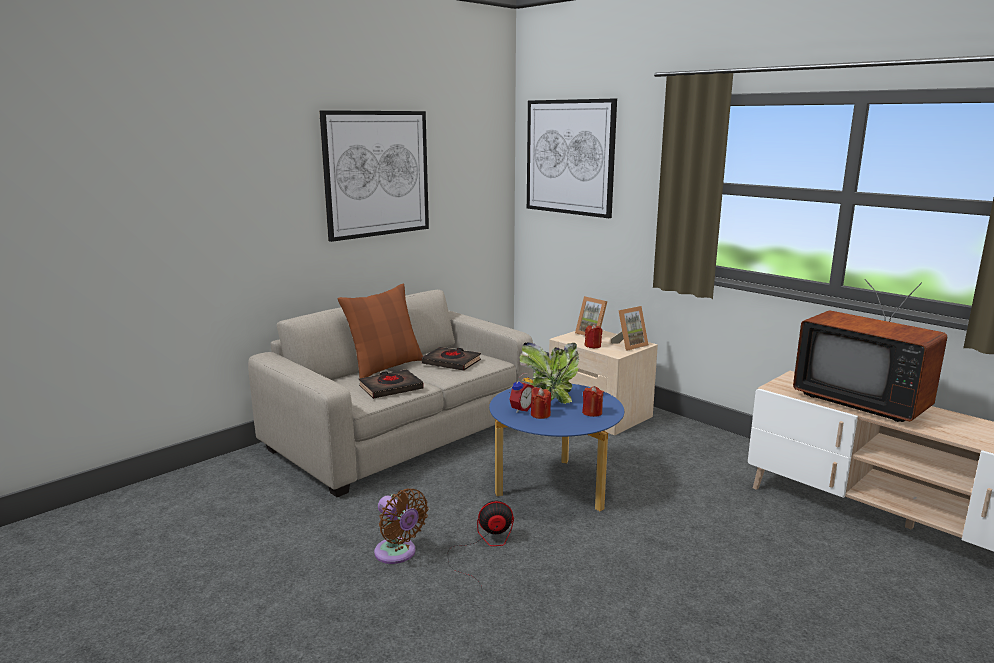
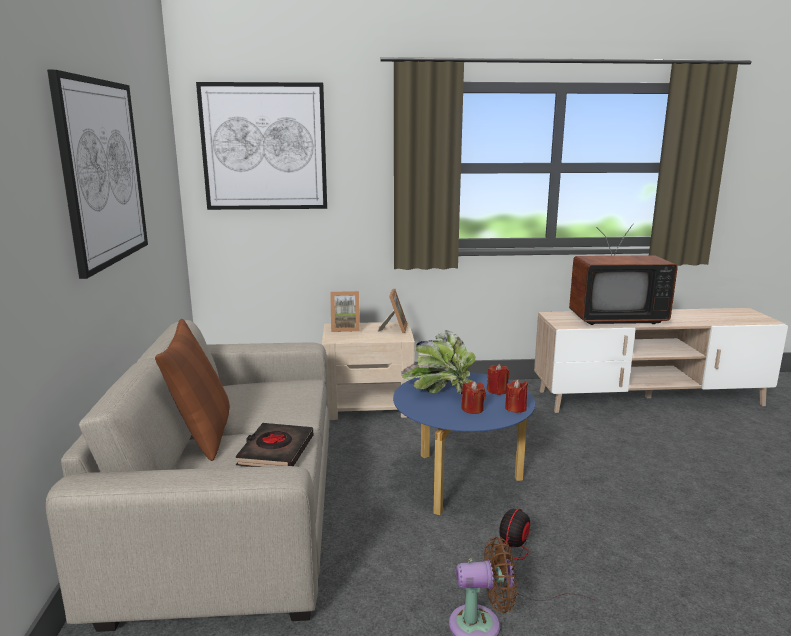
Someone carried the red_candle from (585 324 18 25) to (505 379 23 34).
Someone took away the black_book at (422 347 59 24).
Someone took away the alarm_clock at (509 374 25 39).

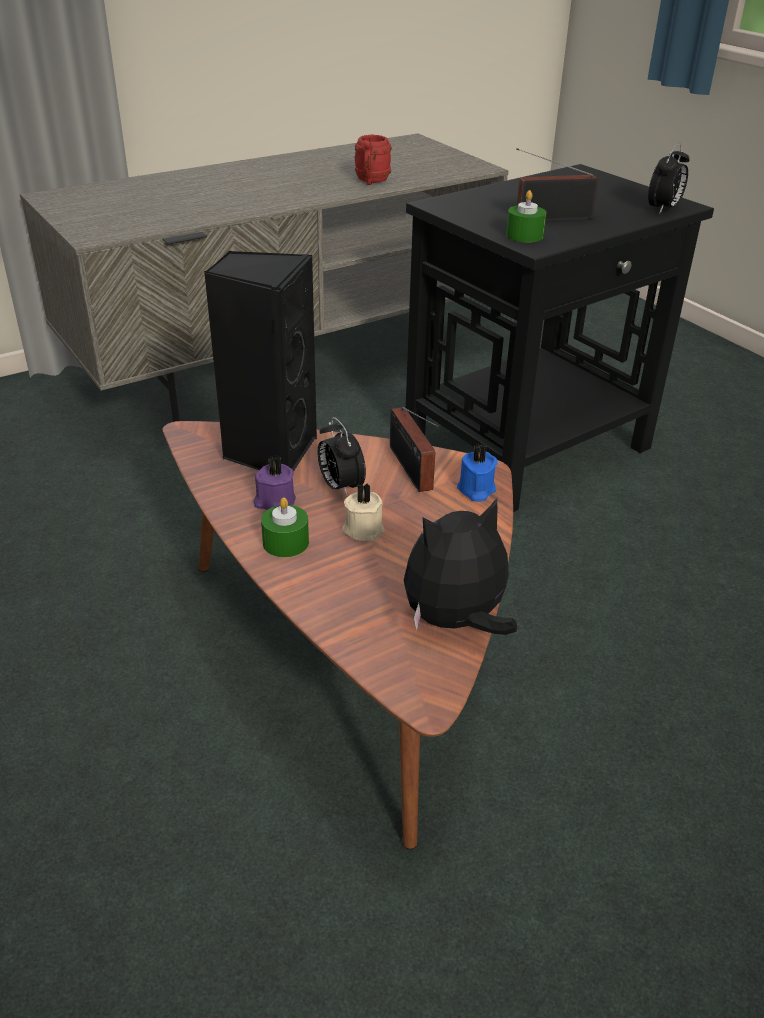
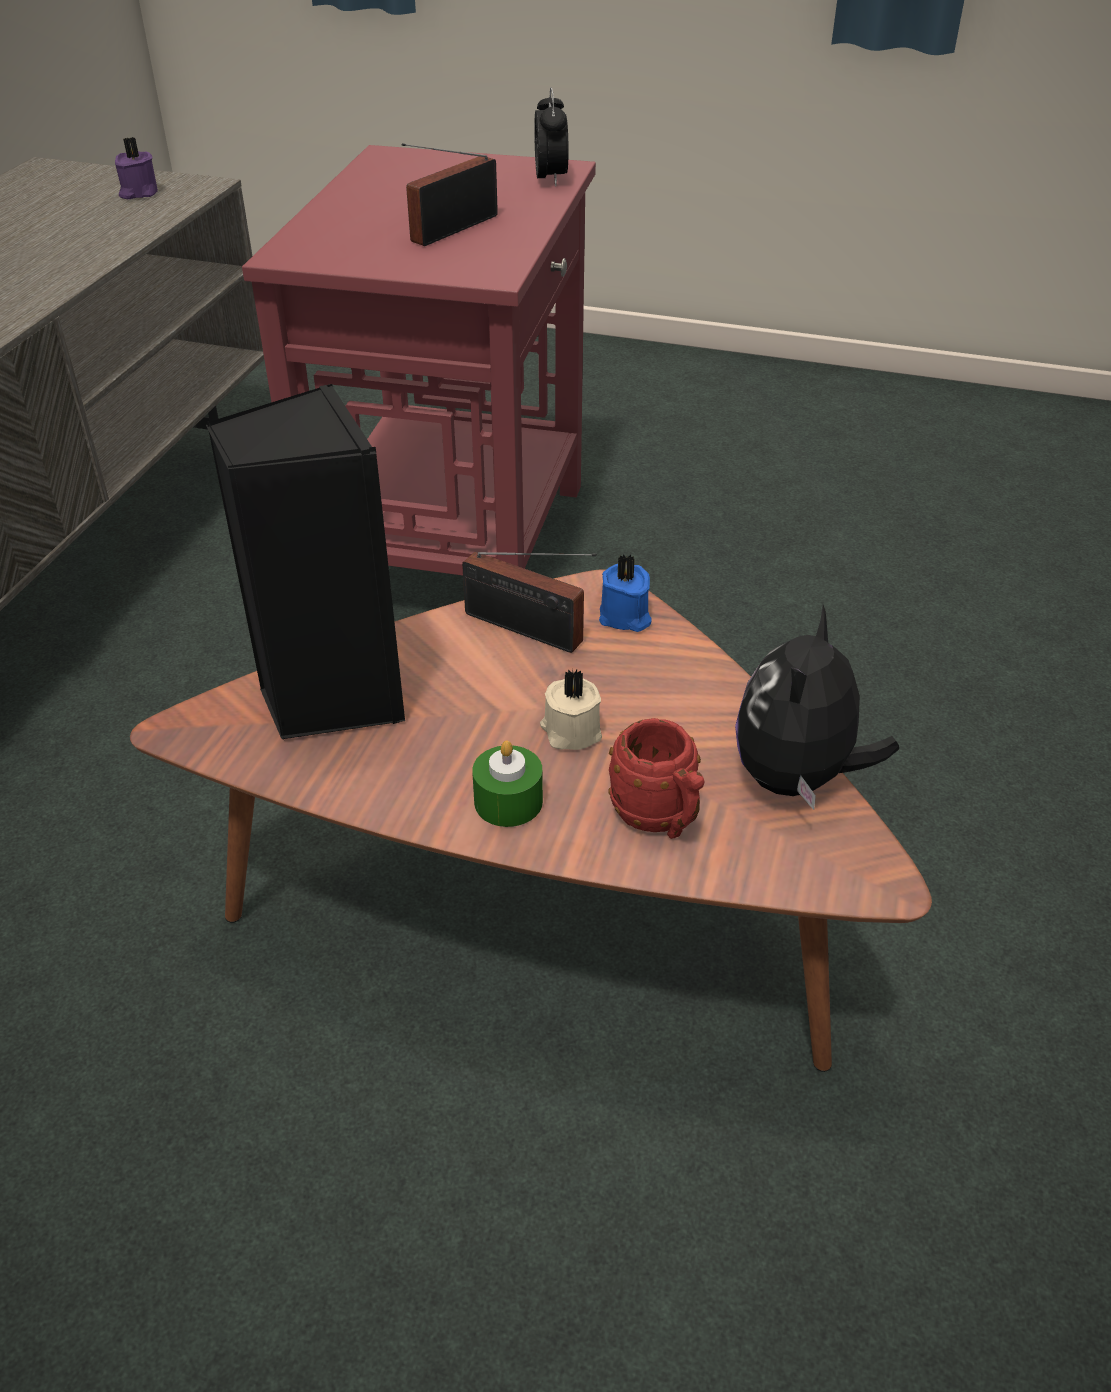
Someone carried the red_mug from (354 135 38 50) to (608 718 96 121).
Someone repainted the black_side_table at (406 164 308 348), which became the red_side_table at (242 145 354 430).
Someone took away the green_candle at (506 190 40 53).
Someone took away the alarm_clock at (317 417 49 80).
Someone carried the purple_candle from (254 456 42 54) to (115 137 43 63).

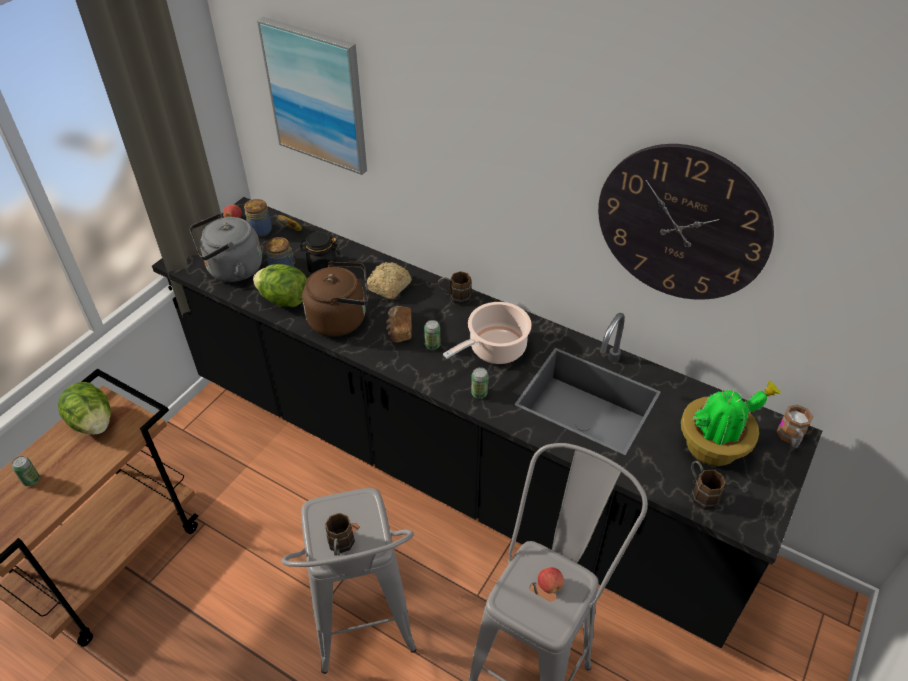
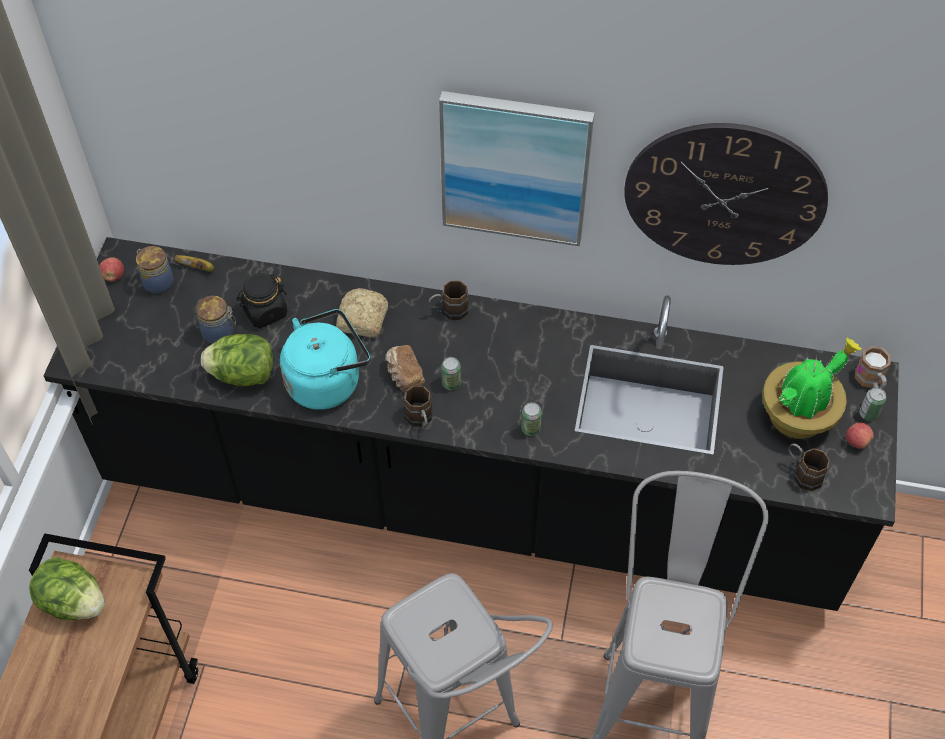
Someone carried the picture from (257 17 110 158) to (439 91 155 155).
Someone took away the grey_kettle at (190 213 72 69).
Someone repainted the brown_kettle at (302 261 67 75), which became the turquoise_kettle at (280 309 90 101).
Someone took away the cooking_pot at (443 302 89 62).
Someone carried the can from (12 456 28 30) to (859 387 27 34).
Someone carried the brown_mug from (325 513 30 43) to (404 386 29 42).
Someone carried the apple from (538 567 26 27) to (846 422 28 27).

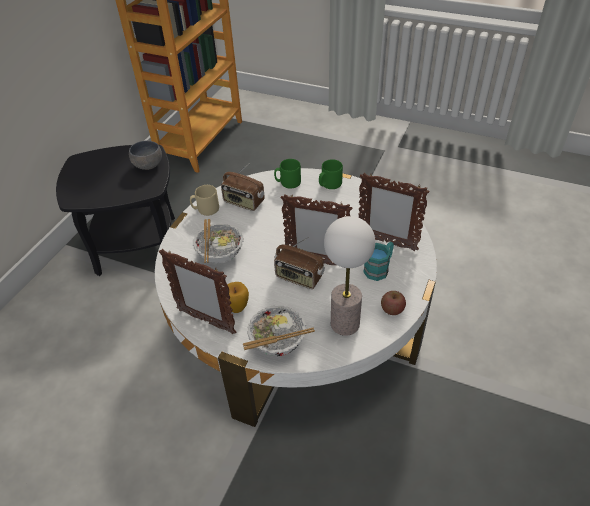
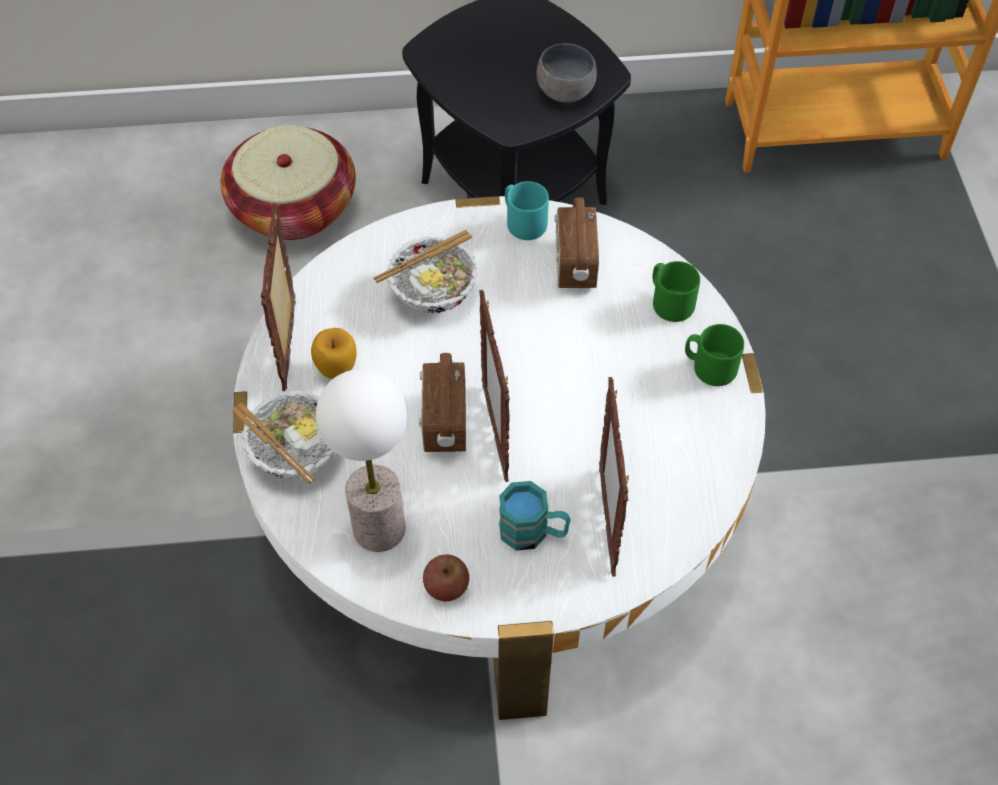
Someone repainted the beige_mug at (190 185 29 31), which became the turquoise_mug at (505 181 44 59).
Someone put down the basket at (220 125 136 115).

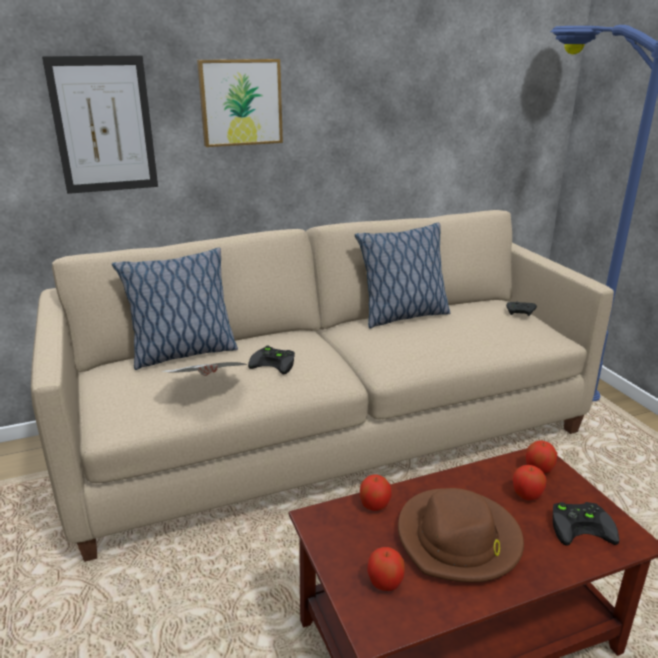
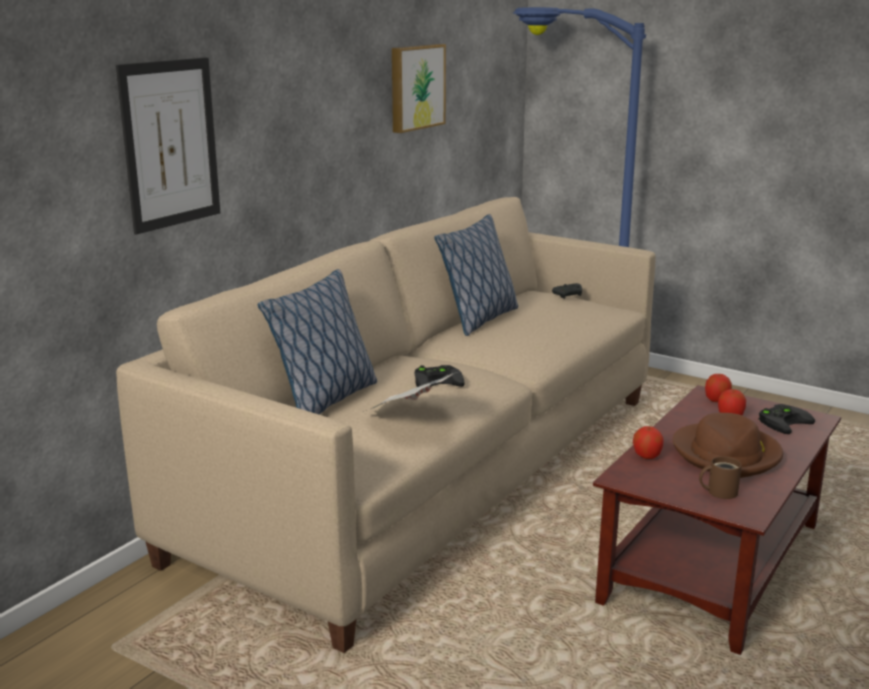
Someone carried the picture from (197 59 86 88) to (392 44 54 89).
Someone swapped the apple at (367 547 38 44) for the brown_mug at (699 456 43 43).

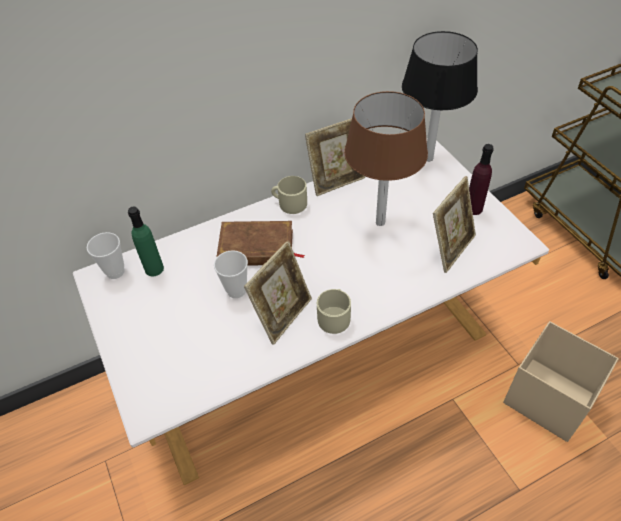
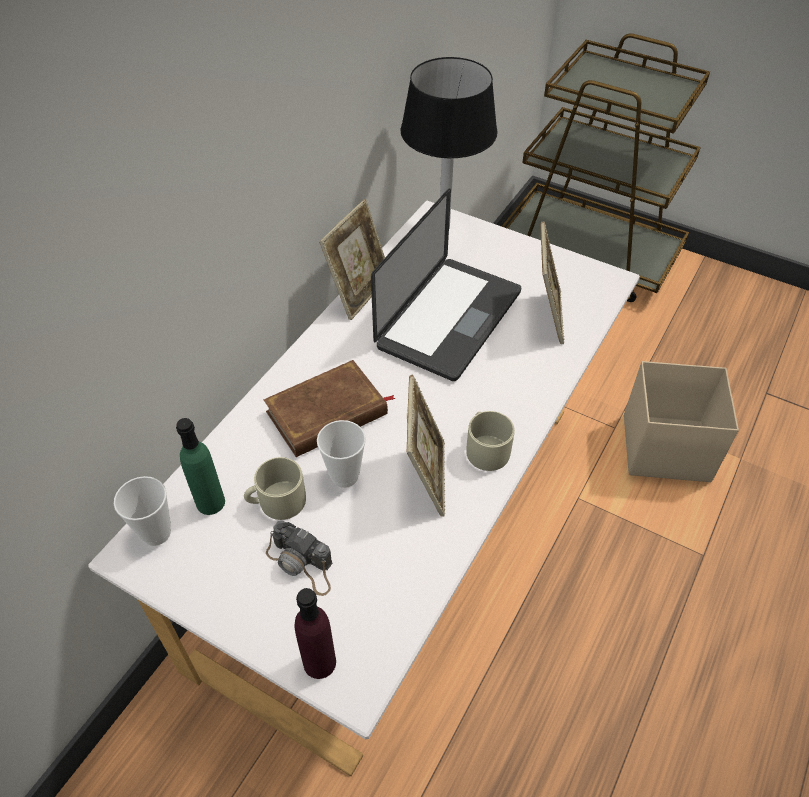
Someone swapped the brown_table_lamp at (344 91 84 135) for the laptop at (371 189 150 192).
Someone carried the purple_bottle from (469 144 25 71) to (294 588 42 91).
Someone carried the beige_mug from (271 176 36 38) to (244 457 62 63).
Someone put down the photo_camera at (266 521 67 75).

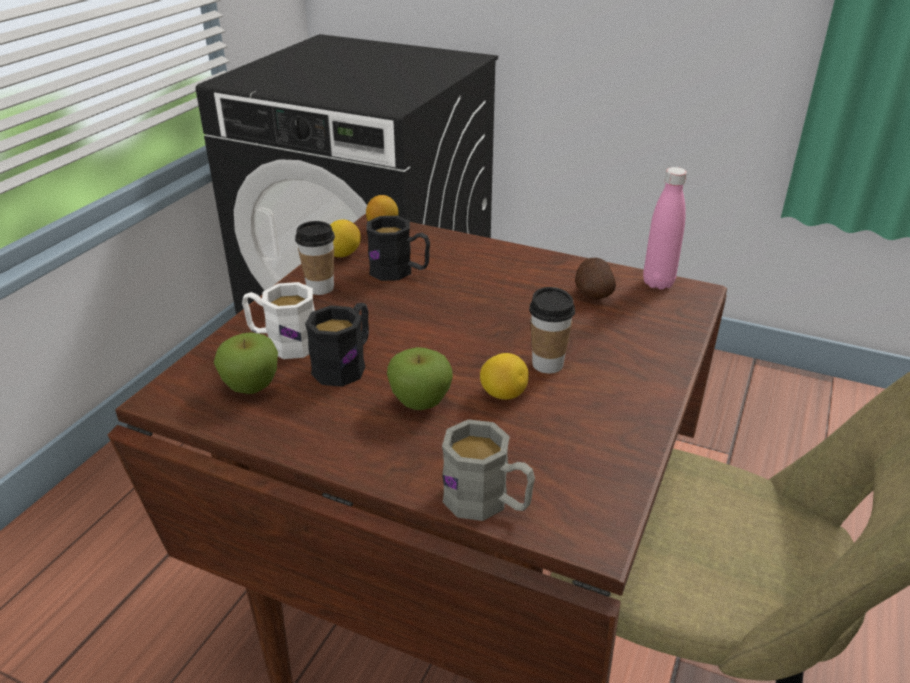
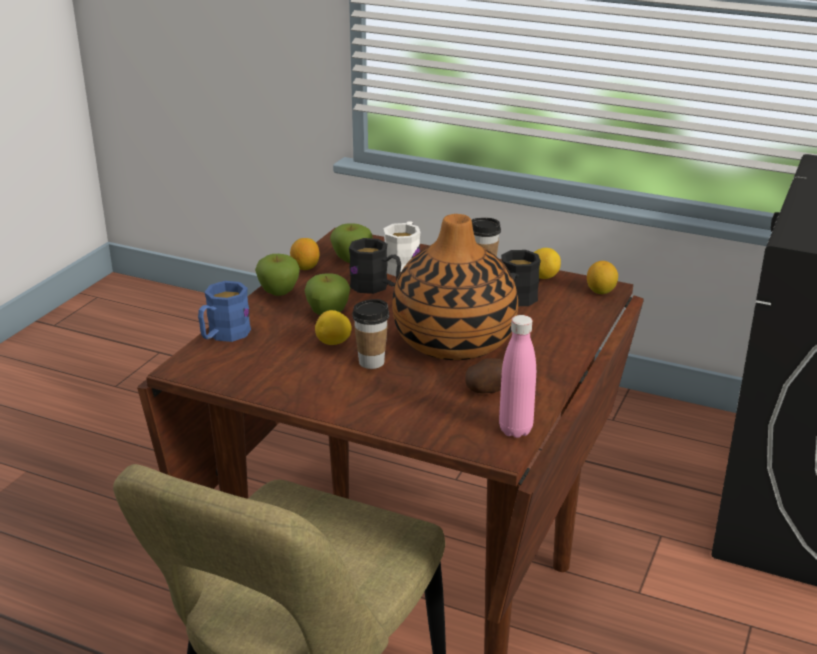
Someone repainted the grey_mug at (442 419 93 102), which became the blue_mug at (198 281 53 61).
Someone put down the vase at (392 214 126 146).
Someone put down the lemon at (290 238 30 32).
Someone put down the apple at (255 254 45 42).

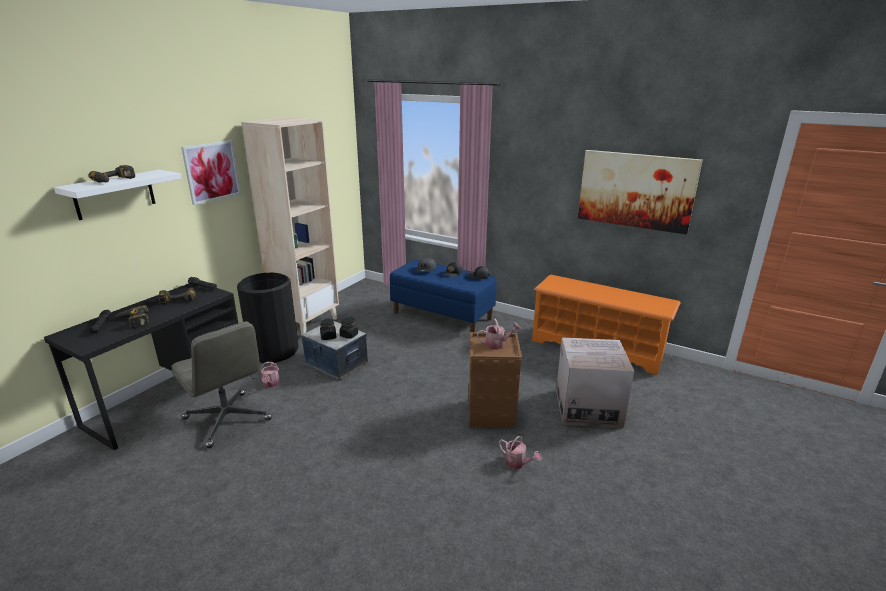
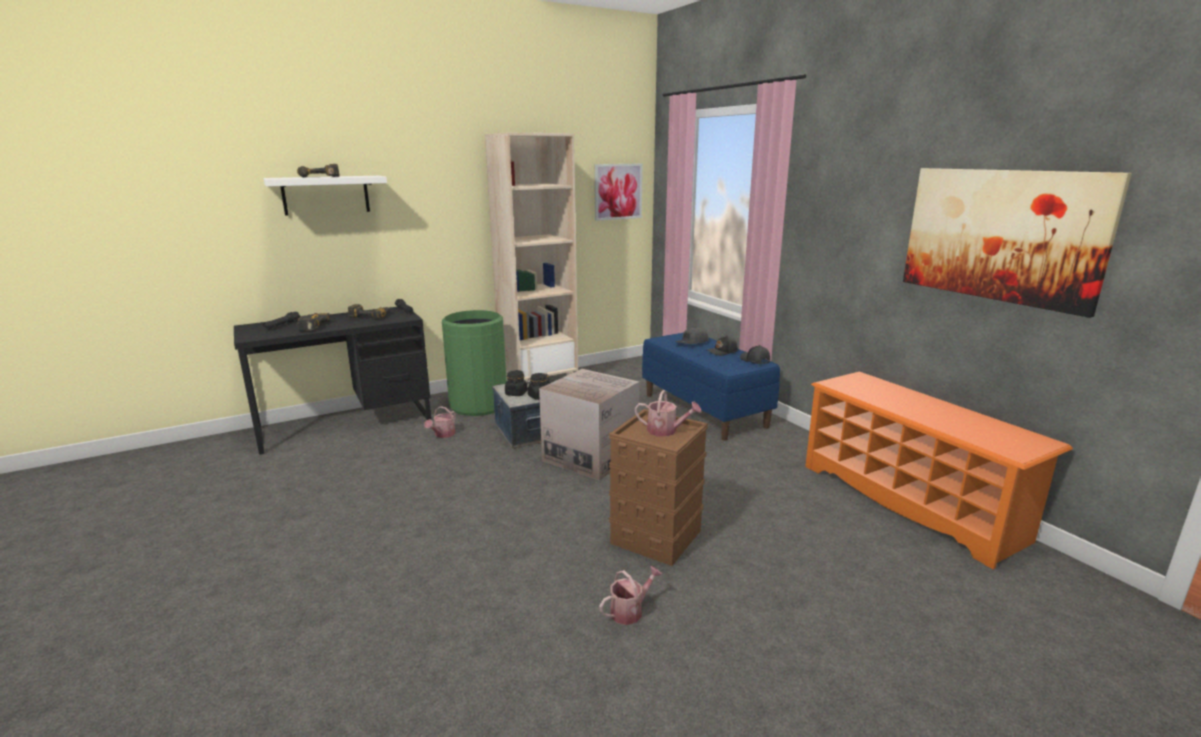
Someone carried the picture from (181 140 60 65) to (595 164 48 57).
Someone repainted the black_trash_can at (237 273 61 90), which became the green_trash_can at (442 310 65 106).
Someone took away the grey_office_chair at (172 321 100 127).
Someone carried the cardboard_box from (556 337 78 91) to (539 369 100 112).
Someone rotated the watering_can at (499 436 43 33) by 105 degrees counterclockwise.

